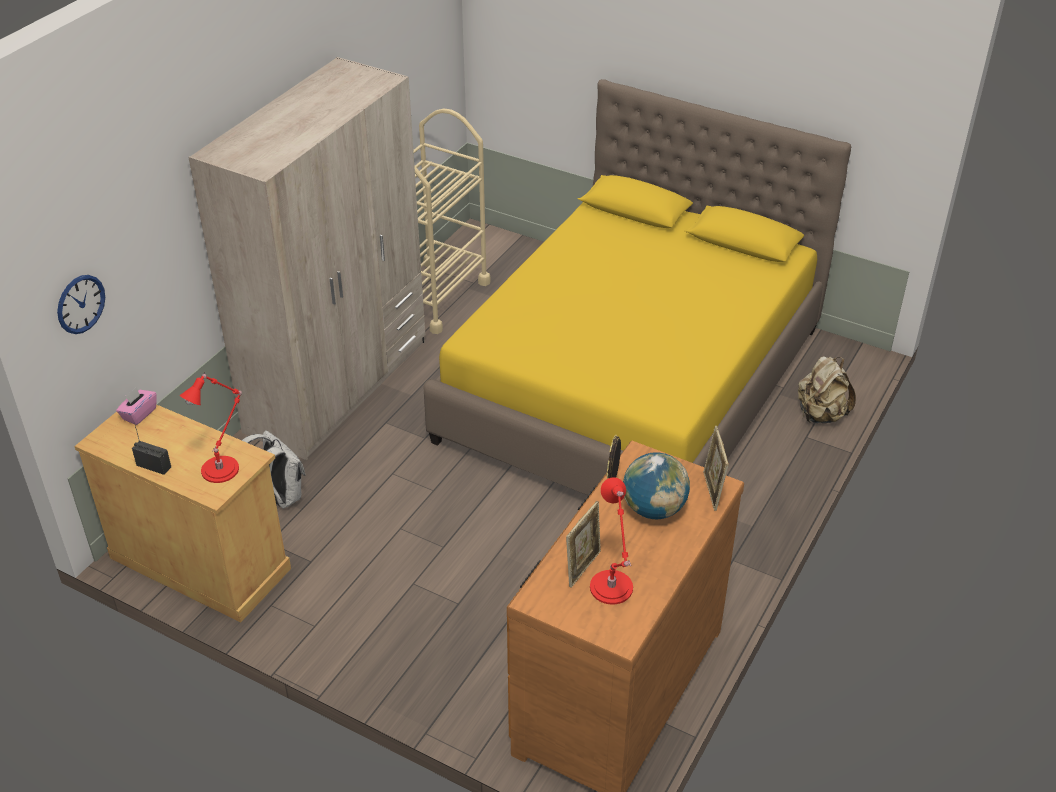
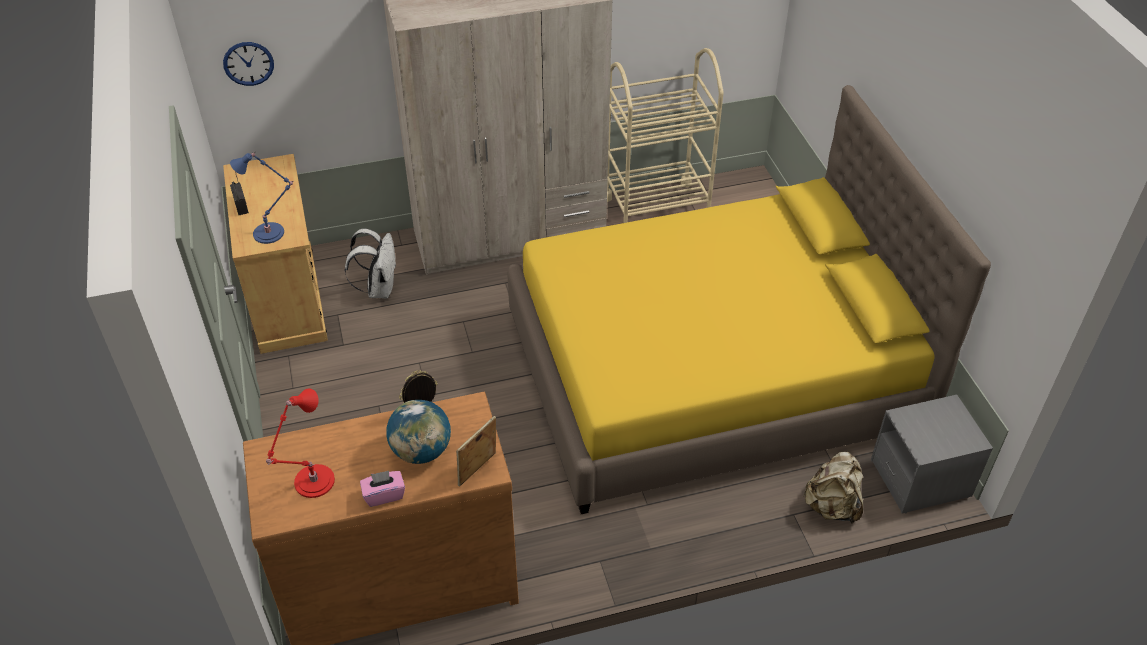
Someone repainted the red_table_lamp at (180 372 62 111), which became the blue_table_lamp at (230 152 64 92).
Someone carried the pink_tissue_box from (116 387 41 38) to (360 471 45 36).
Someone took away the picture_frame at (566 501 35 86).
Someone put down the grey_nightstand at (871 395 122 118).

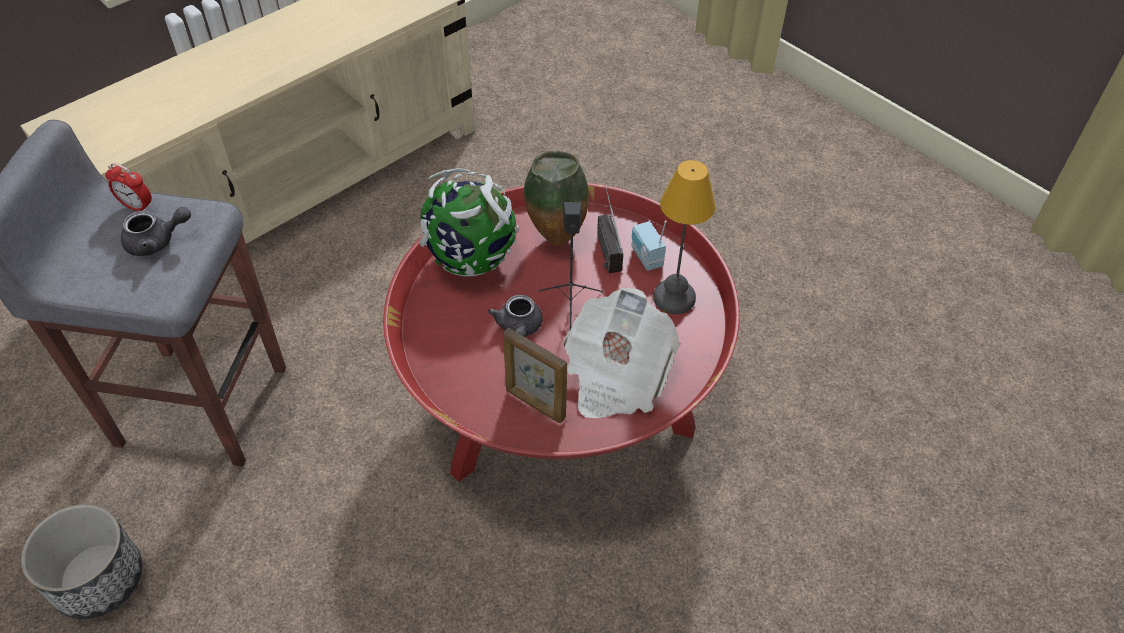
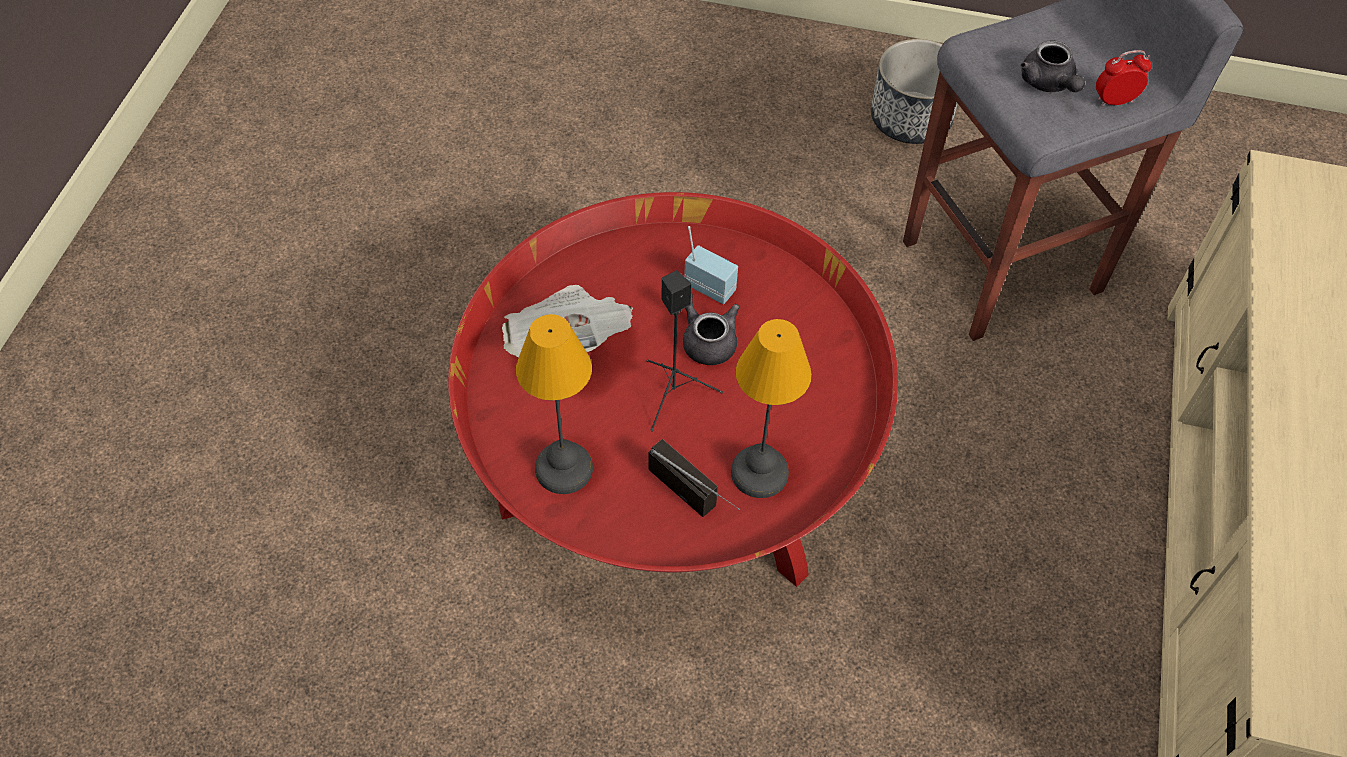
Someone swapped the vase at (524 151 65 95) for the table_lamp at (731 319 81 179).
Someone took away the globe at (419 168 100 109).
Someone rotated the grey_teapot at (121 207 70 49) by 60 degrees counterclockwise.
Someone carried the radio from (632 220 35 51) to (684 226 54 78).
Someone took away the picture_frame at (503 328 64 95).

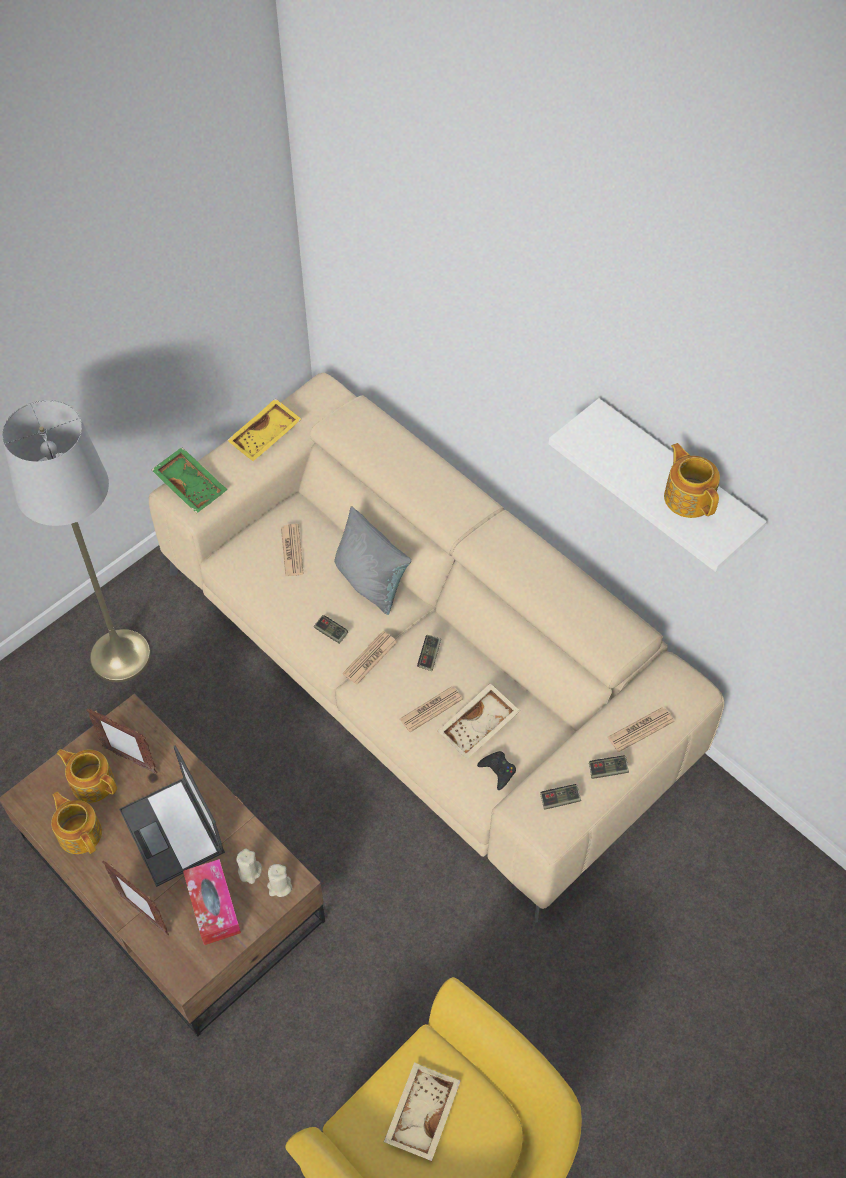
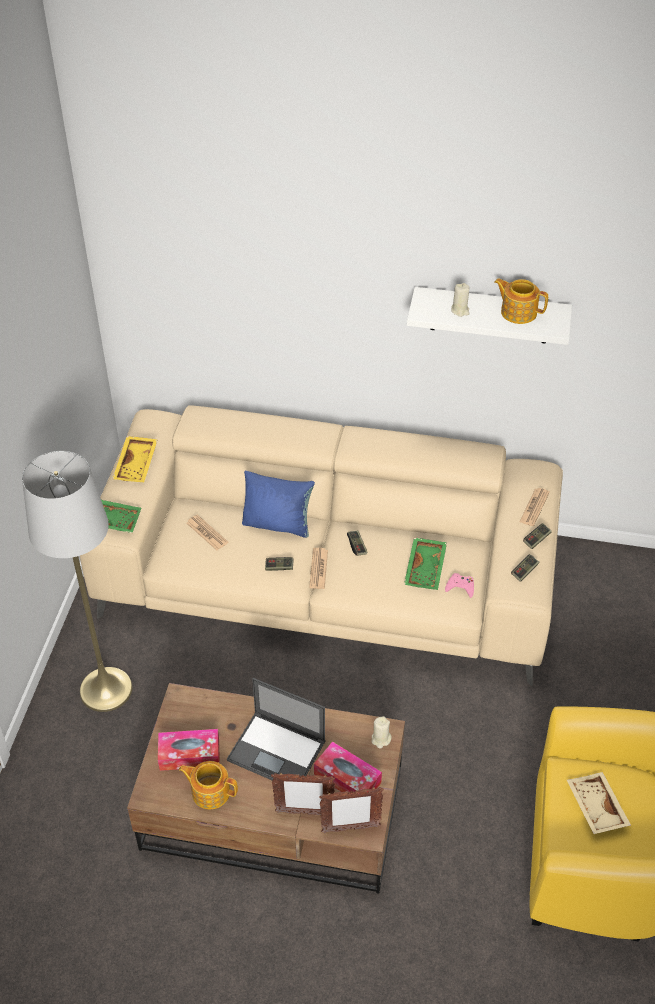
Someone repainted the grey_pillow at (334 506 77 109), which became the blue_pillow at (242 471 73 67).
Someone repainted the beige_tray at (438 683 82 76), which became the green_tray at (404 537 43 53).
Someone took away the newspaper at (400 686 63 46).
Someone carried the picture_frame from (86 708 72 66) to (319 787 65 46).
Someone swapped the teapot at (56 749 61 54) for the tissue_box at (158 729 62 42).
Someone repainted the black_game_controller at (477 751 39 39), which became the pink_game_controller at (445 573 29 25).
Someone carried the beige_candle from (236 848 26 36) to (451 283 19 34).

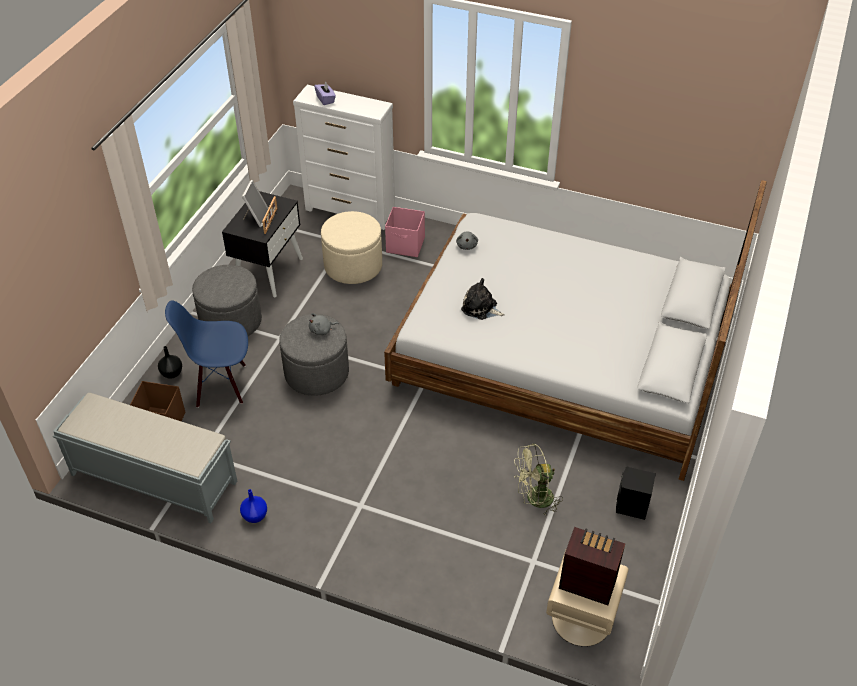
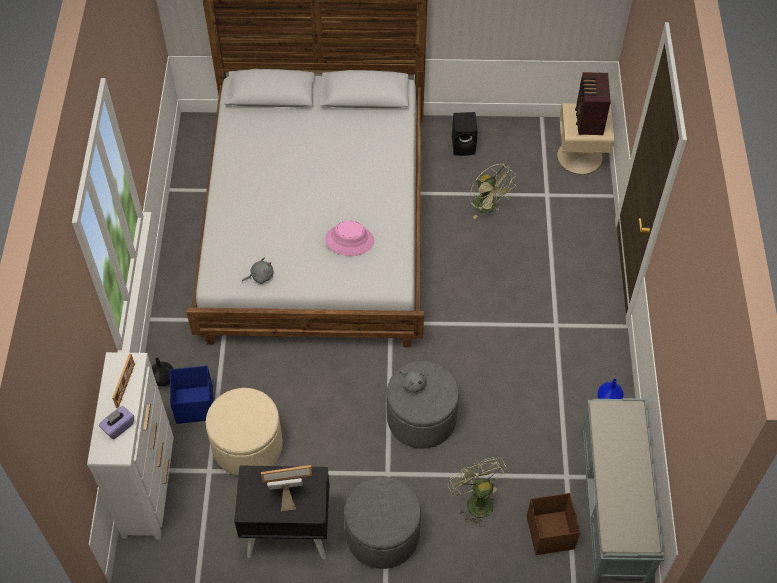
Someone repainted the pink_storage_box at (385 207 40 50), which became the blue_storage_box at (170 366 43 58).
Someone swapped the plush_toy at (461 278 44 42) for the pink_hat at (325 221 49 35).
Someone swapped the blue_chair at (165 300 83 108) for the green_fan at (448 457 59 70).
Someone carried the black_vase from (158 346 24 33) to (151 358 22 29).
Someone put down the picture_frame at (112 353 23 55).

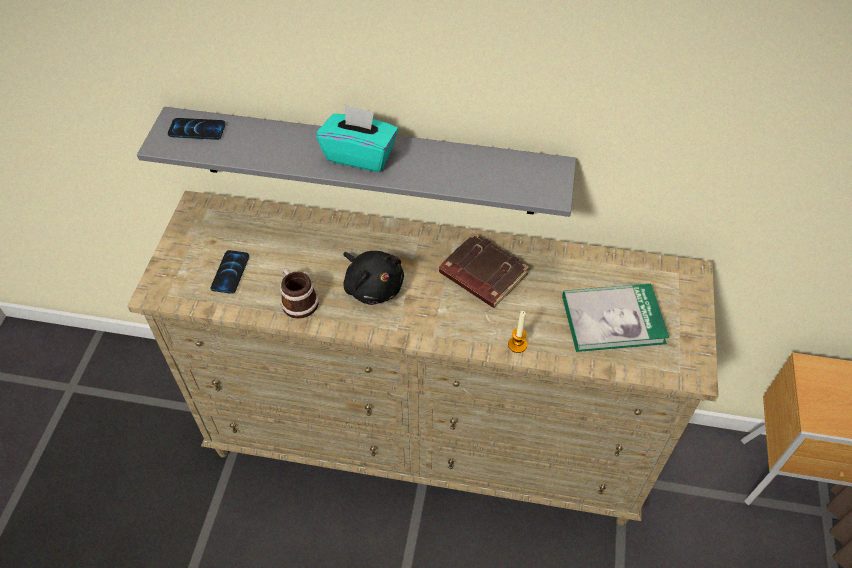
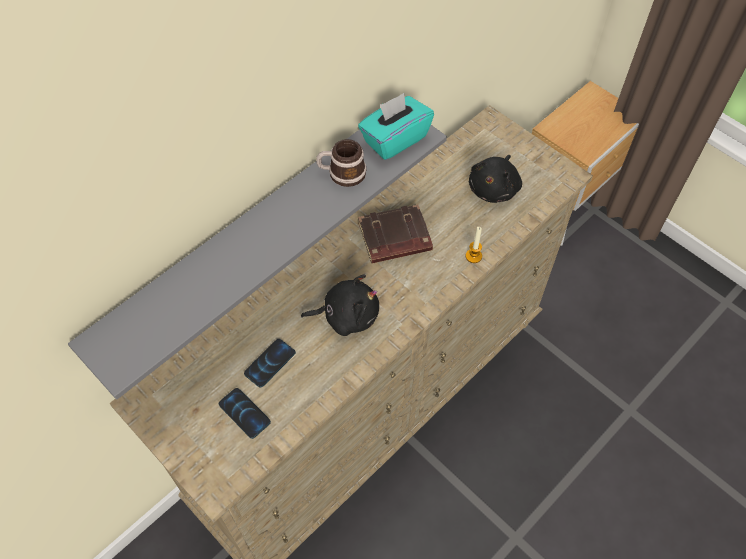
Someone carried the turquoise_tissue_box from (316 104 82 68) to (358 93 76 67).
Someone carried the phone from (168 118 58 22) to (244 339 52 49).
Someone carried the mug from (280 268 39 51) to (316 139 51 48).
Someone swapped the book at (562 284 107 68) for the black_plush_toy at (469 155 53 48).

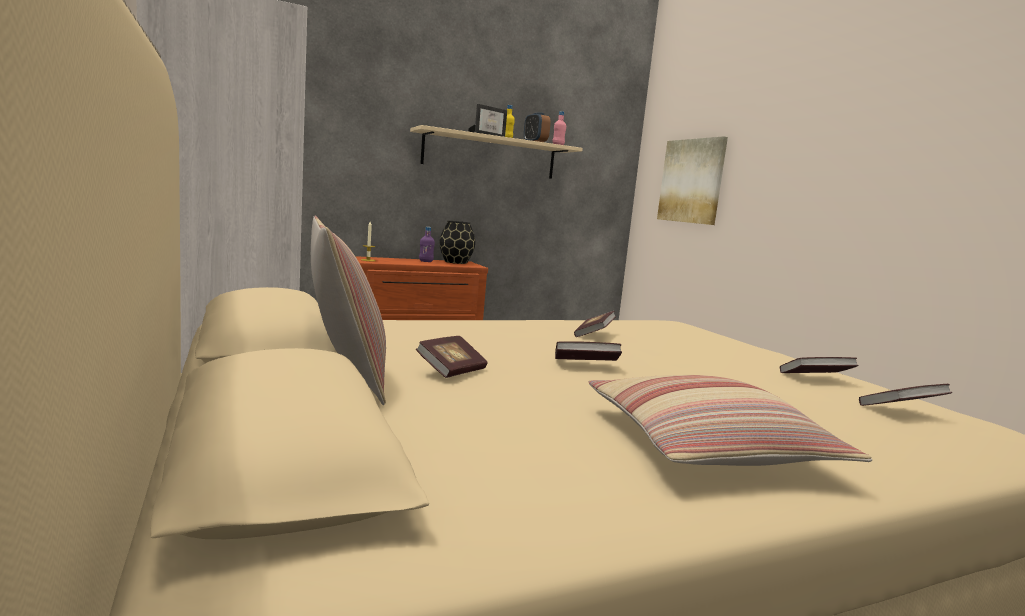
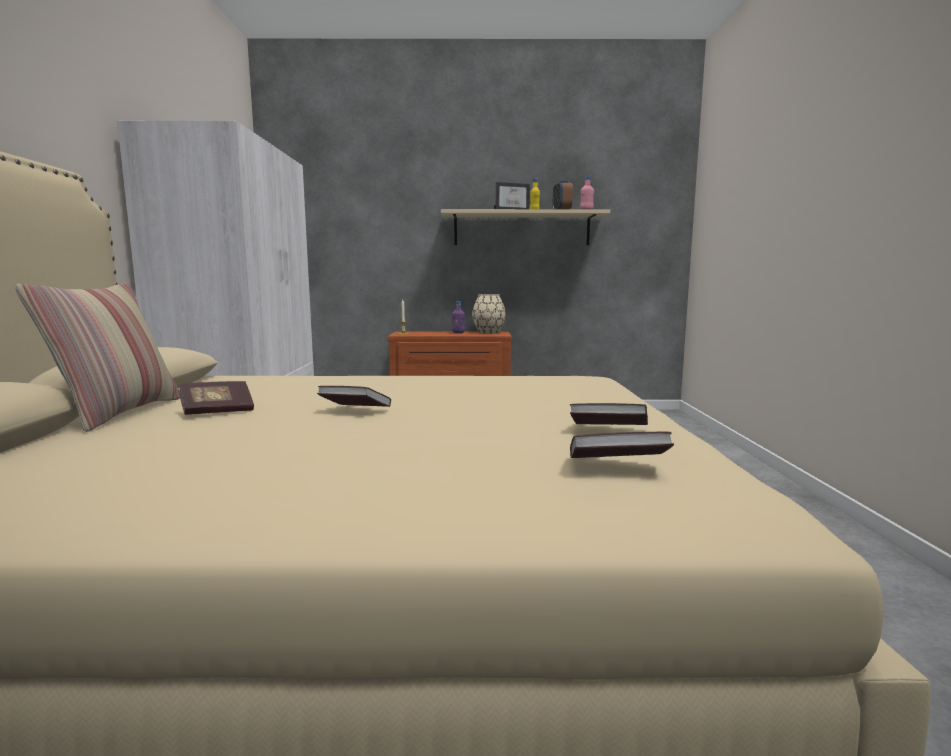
Someone took away the picture at (657 136 71 89).
Someone repainted the black_vase at (440 221 35 43), which became the beige_vase at (472 294 34 40).
Someone took away the book at (574 311 42 26).
Someone took away the pillow at (589 375 283 91).

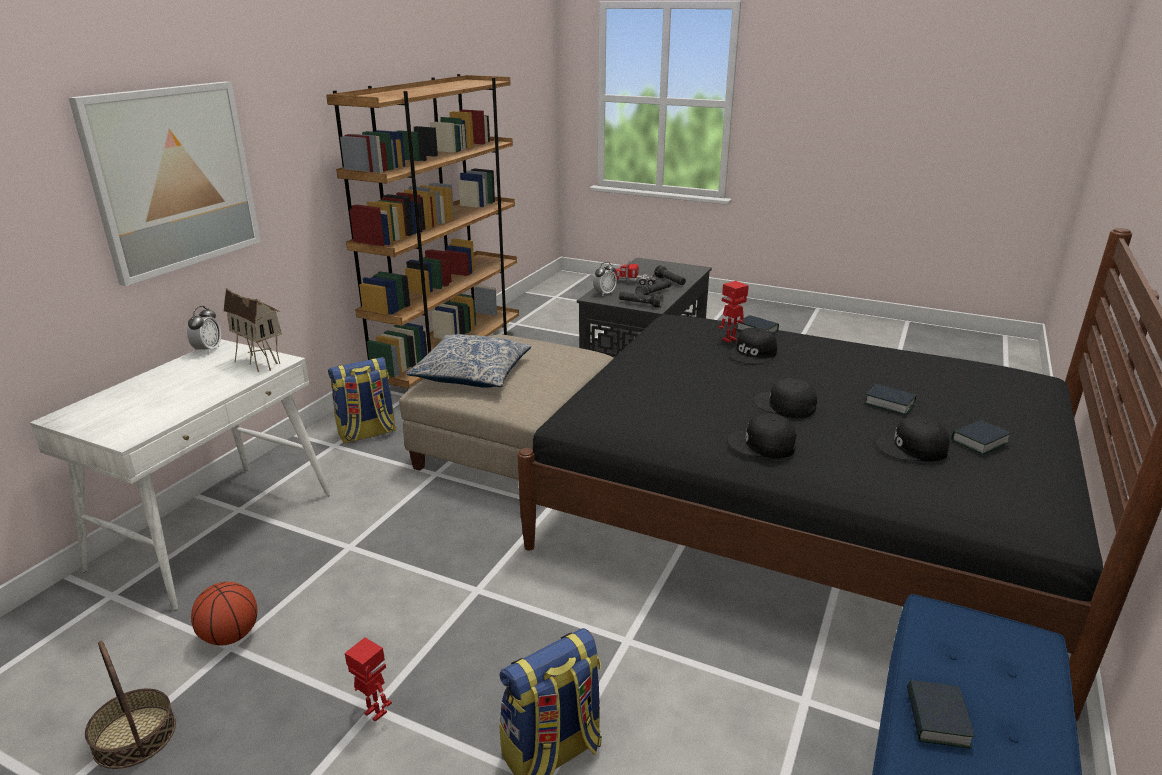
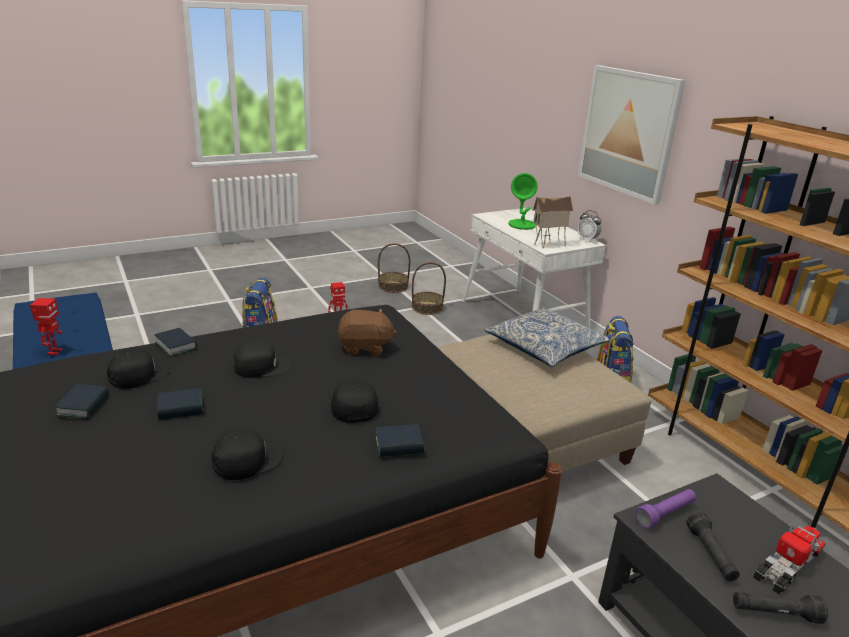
Someone took away the alarm_clock at (593 262 24 34).
Someone carried the toy_robot from (718 281 31 62) to (30 298 33 57).
Someone repainted the black_flashlight at (619 292 44 16), which became the purple_flashlight at (635 489 61 40).
Someone carried the black_cap from (727 413 70 45) to (211 428 73 52).
Someone swapped the basketball at (191 582 66 64) for the basket at (412 262 34 53).
Someone carried the book from (907 680 68 69) to (154 328 43 29).
Someone put down the green_table_lamp at (509 173 29 57).
Someone put down the brown_plush_toy at (337 309 60 46).

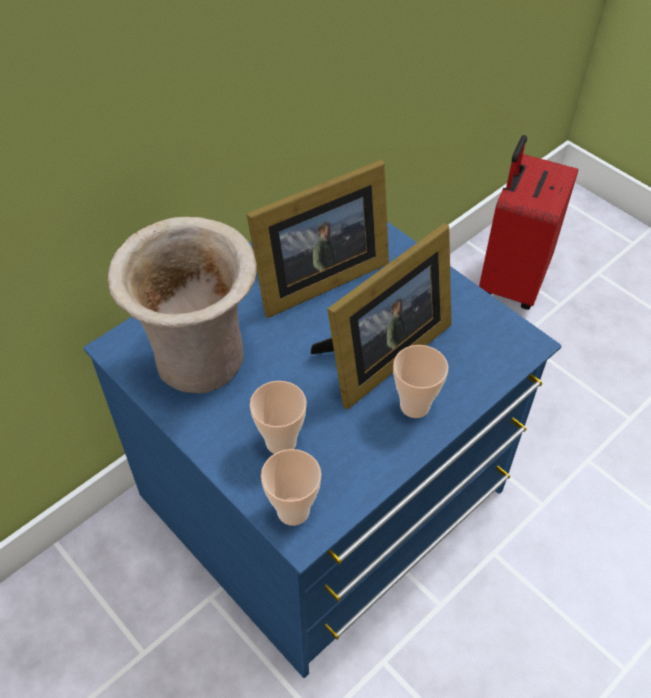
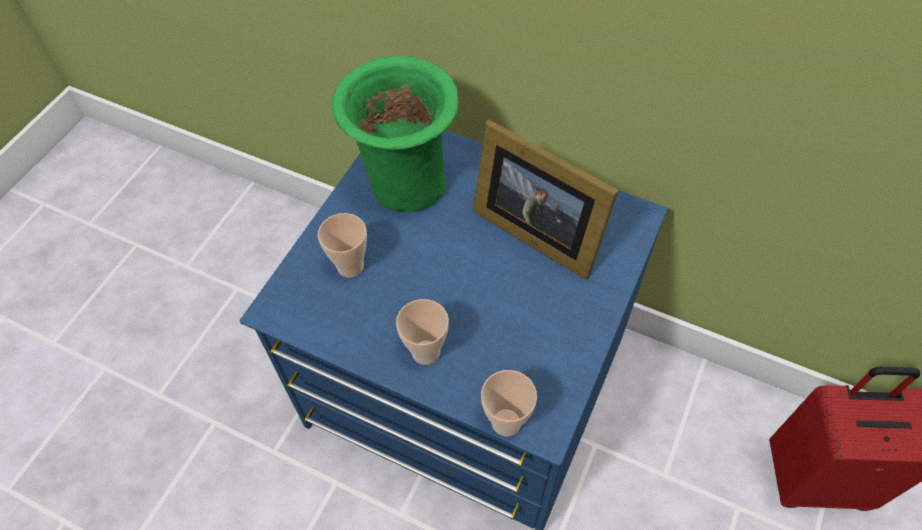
Someone repainted the beige_vase at (108 217 149 177), which became the green_vase at (332 56 126 156).
Someone took away the picture_frame at (311 223 141 186).
Someone carried the cup from (261 449 60 77) to (481 370 56 66).

